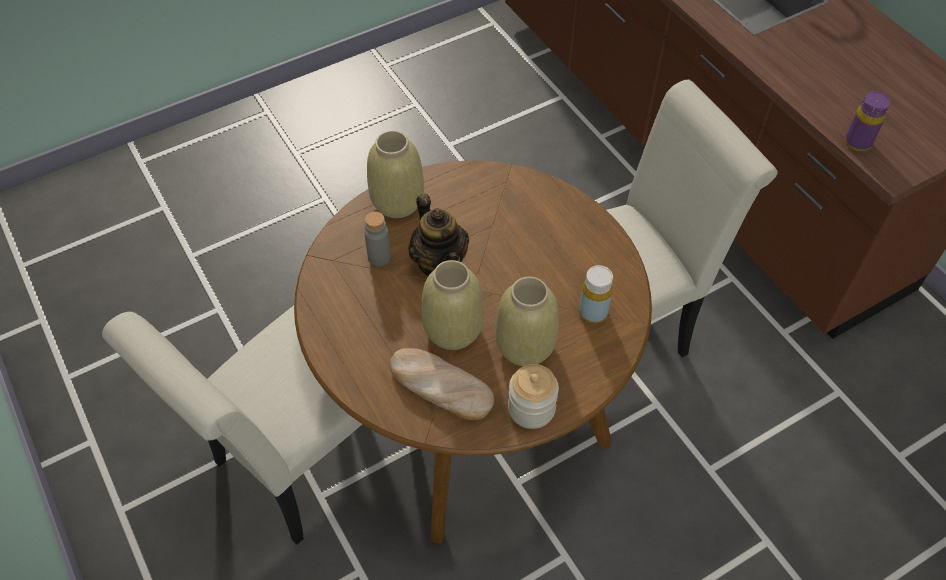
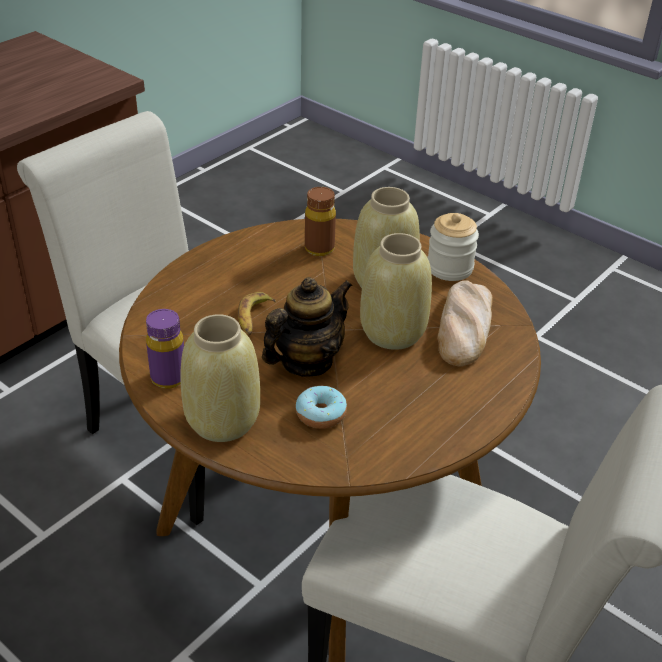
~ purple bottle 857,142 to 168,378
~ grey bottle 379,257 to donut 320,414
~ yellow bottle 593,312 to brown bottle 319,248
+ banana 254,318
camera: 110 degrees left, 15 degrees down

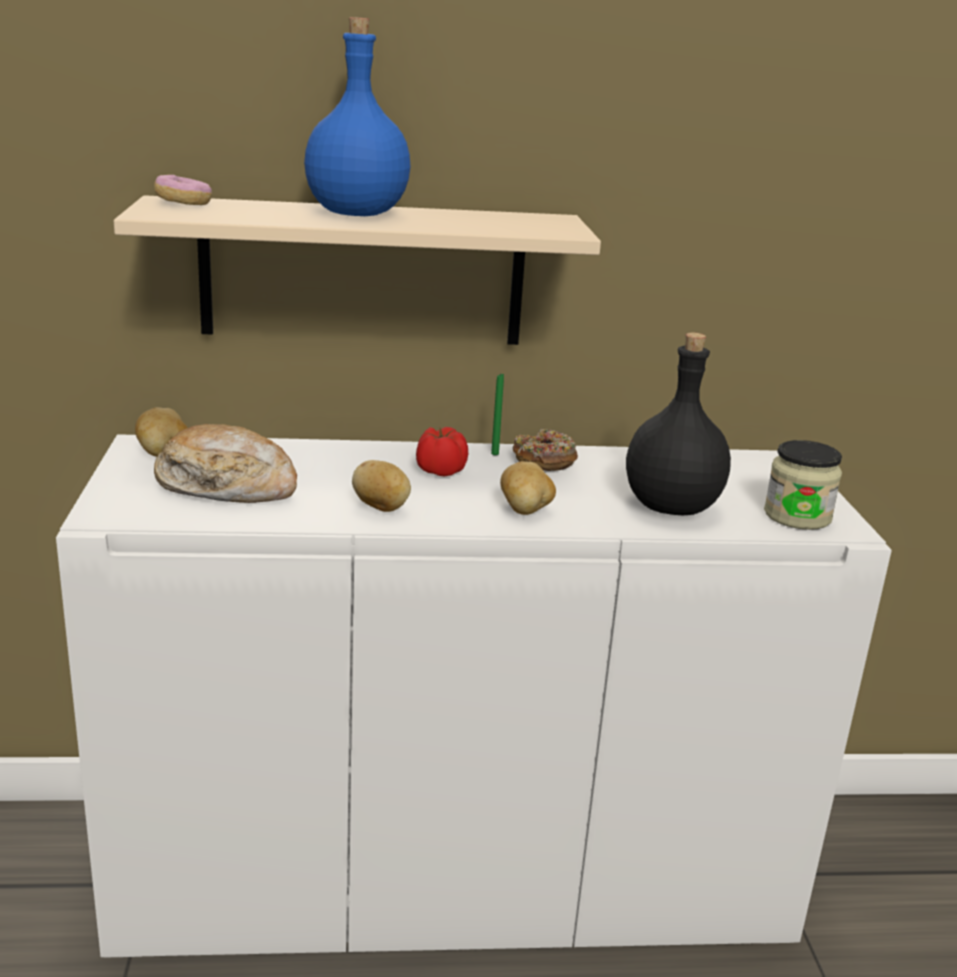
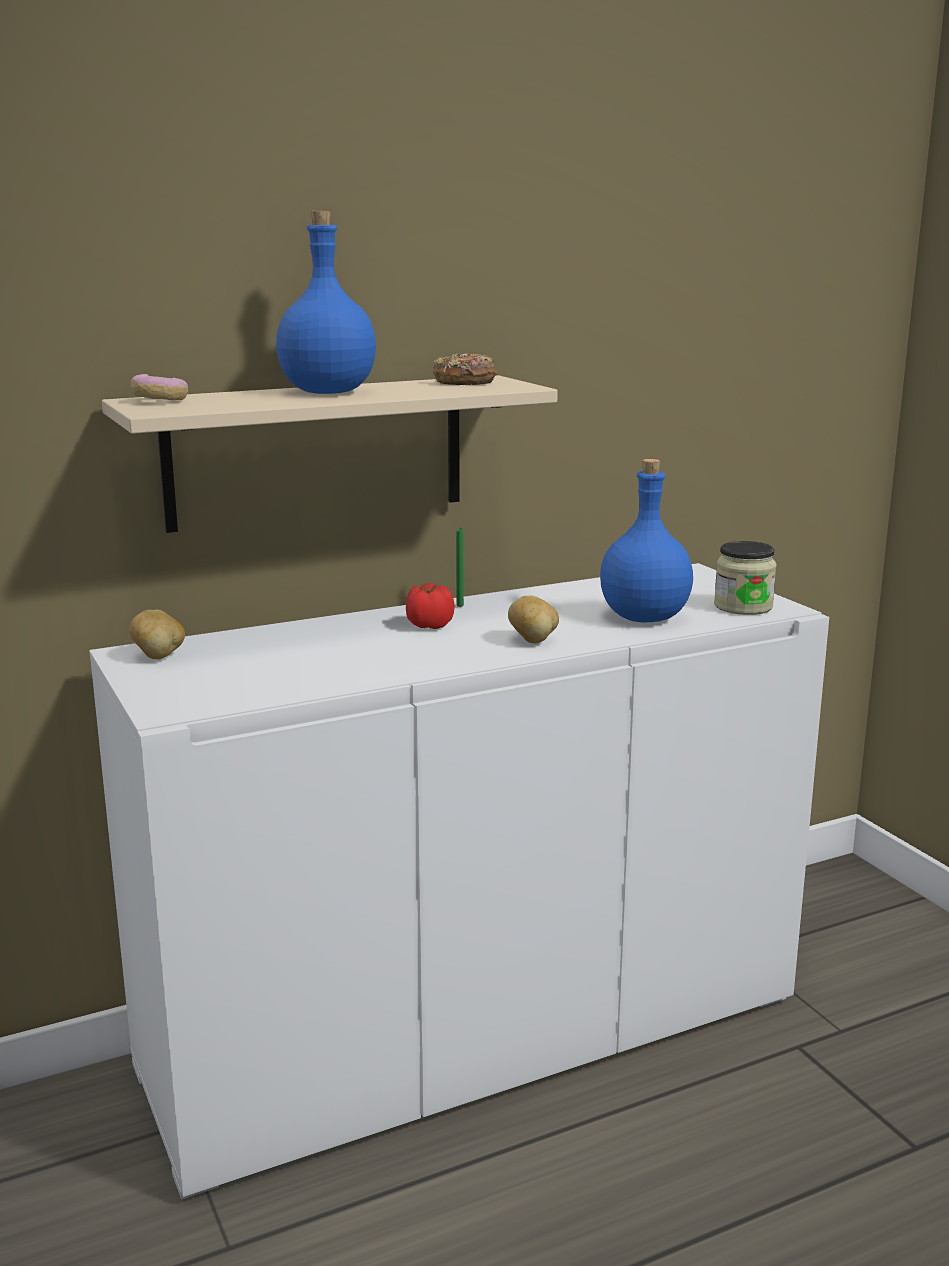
~ black bottle 672,506 to blue bottle 644,617
- bread 227,487
~ donut 544,461 to 465,382
- potato 381,508
camera: 20 degrees left, 5 degrees down

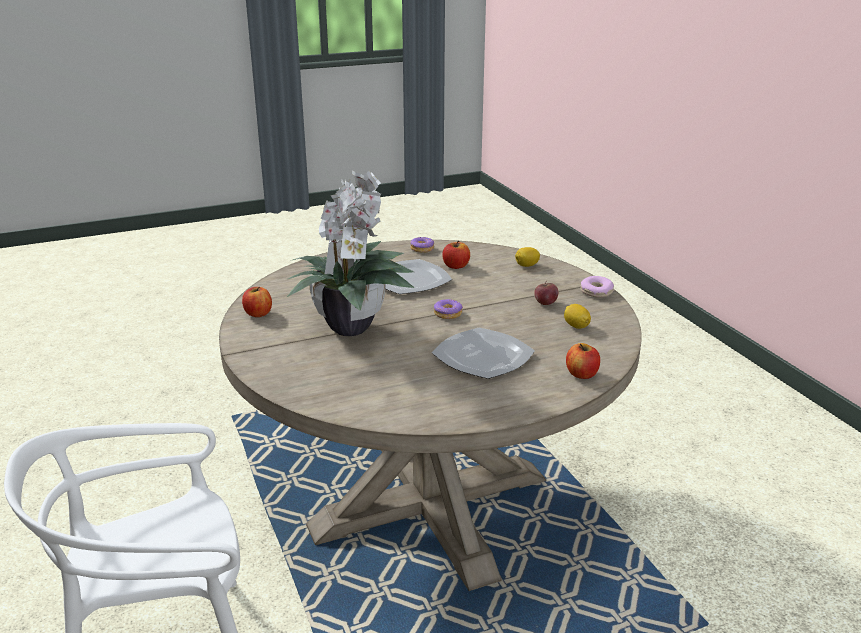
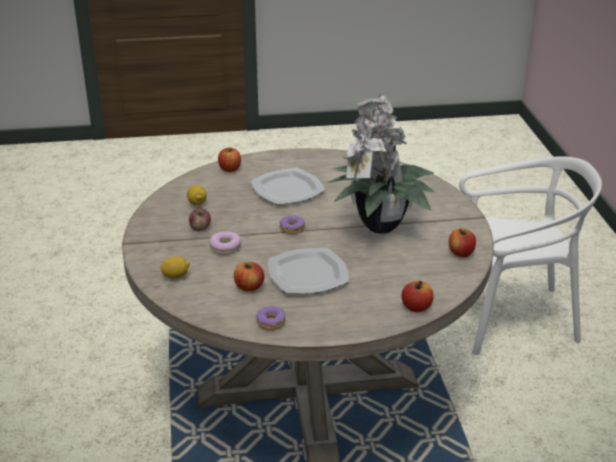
~ donut 596,292 to 225,247
+ apple 416,307
camera: 165 degrees left, 5 degrees up

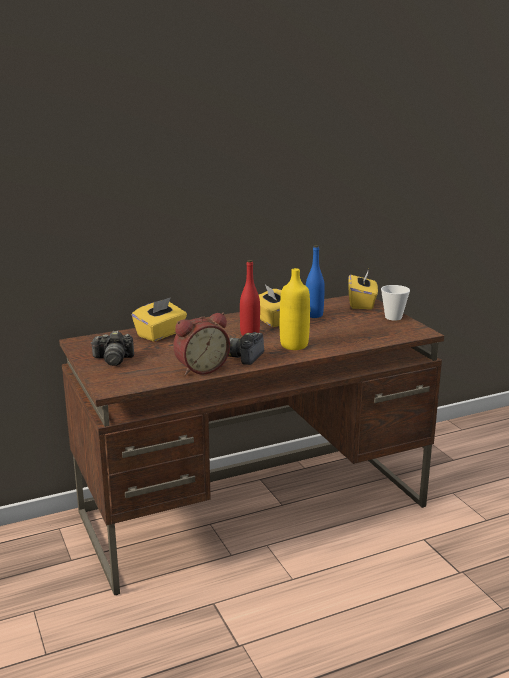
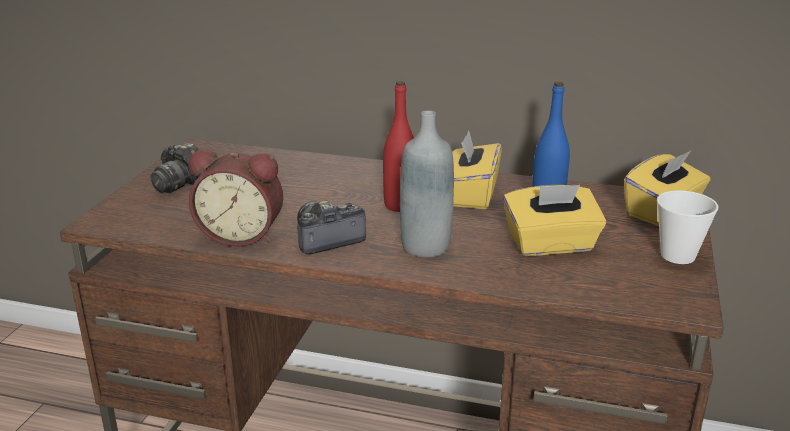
~ yellow bottle 294,345 to grey bottle 425,246
~ yellow tissue box 160,334 to 551,245
camera: 40 degrees right, 5 degrees up

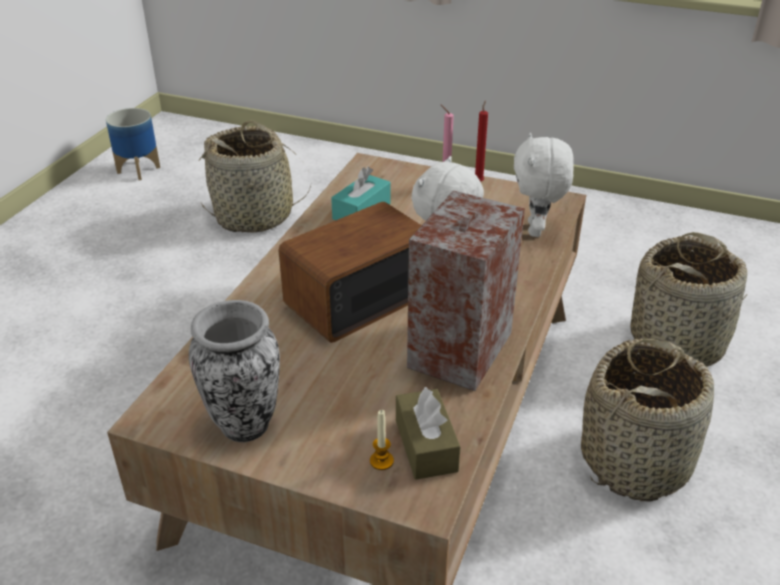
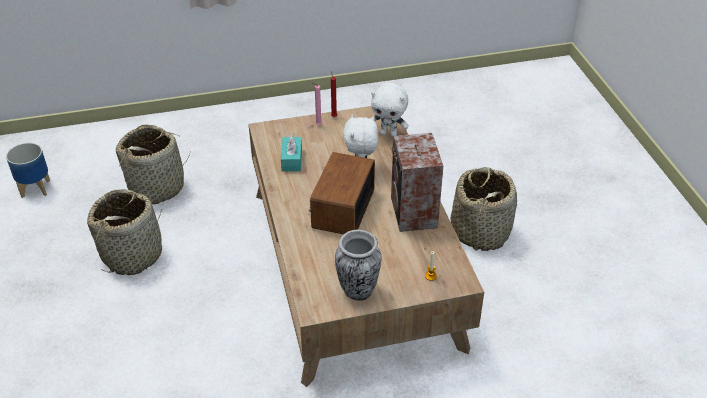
~ white plush toy 536,230 = 388,134 45 degrees counterclockwise
~ basket 677,342 to 133,254
- brown tissue box 426,445
camera: 35 degrees left, 5 degrees up

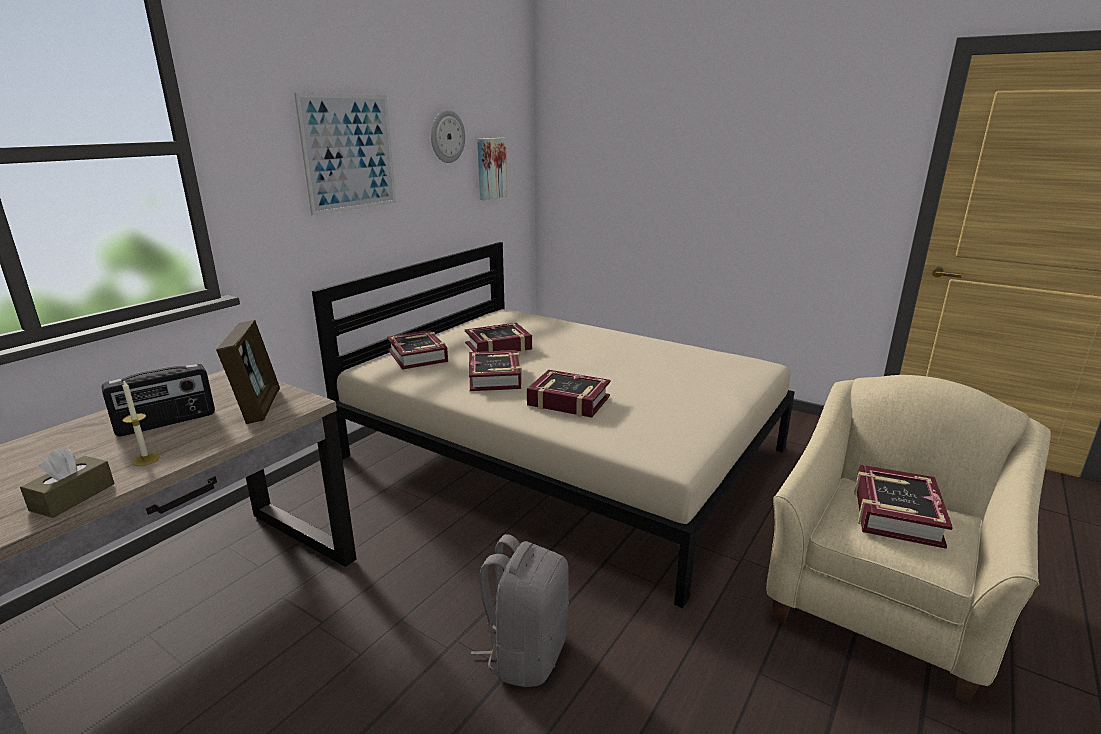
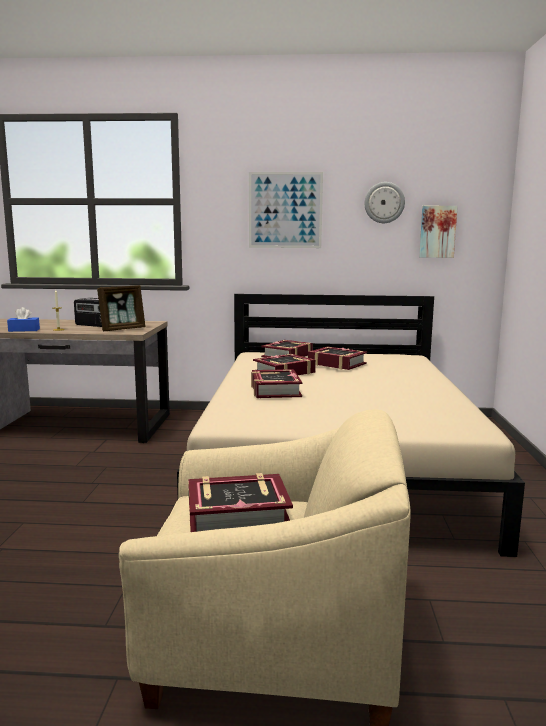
~ brown tissue box 73,497 to blue tissue box 24,330
- grey backpack 526,653
camera: 60 degrees right, 10 degrees down

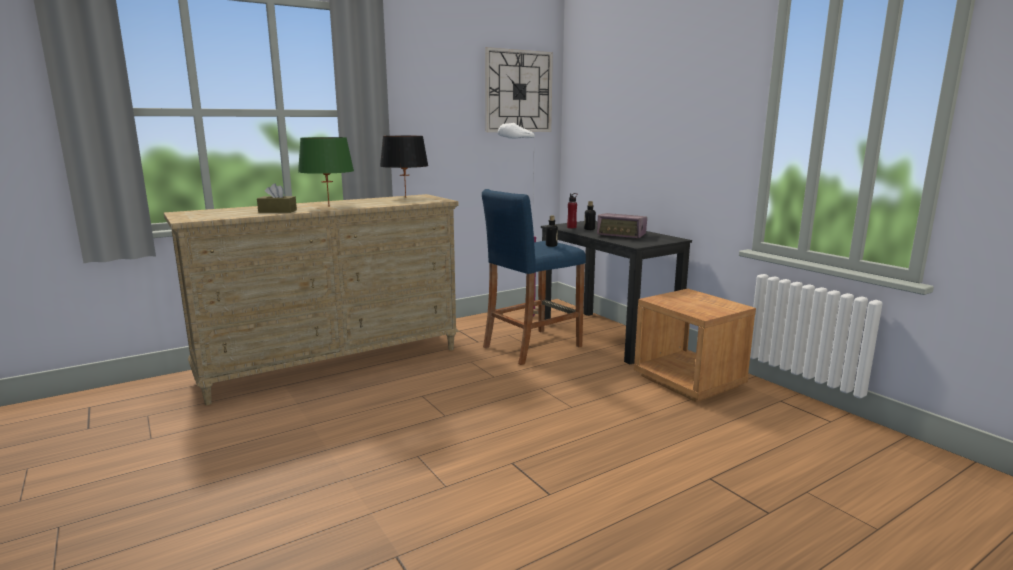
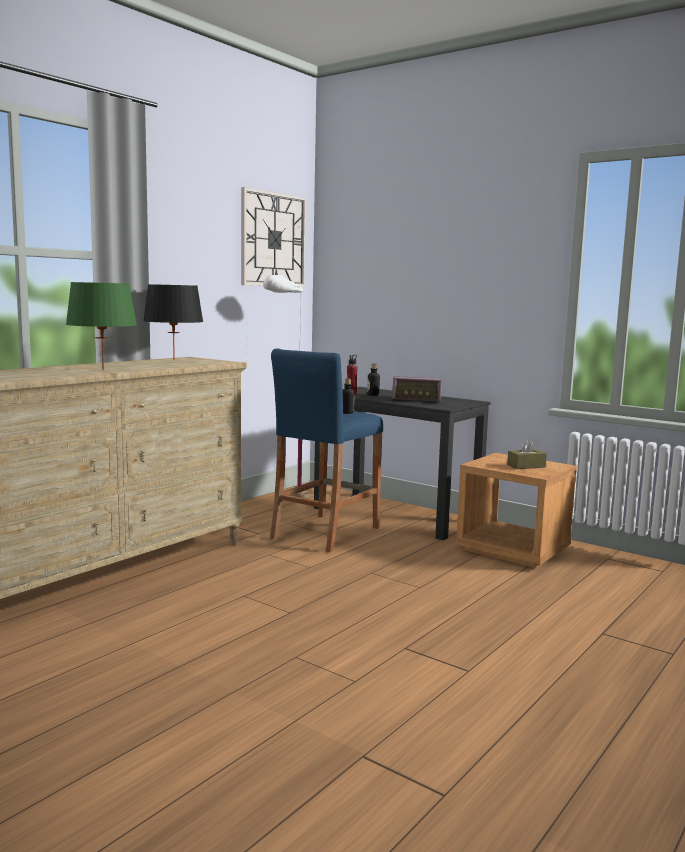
~ brown tissue box 277,211 to 526,466
camera: 20 degrees left, 5 degrees down

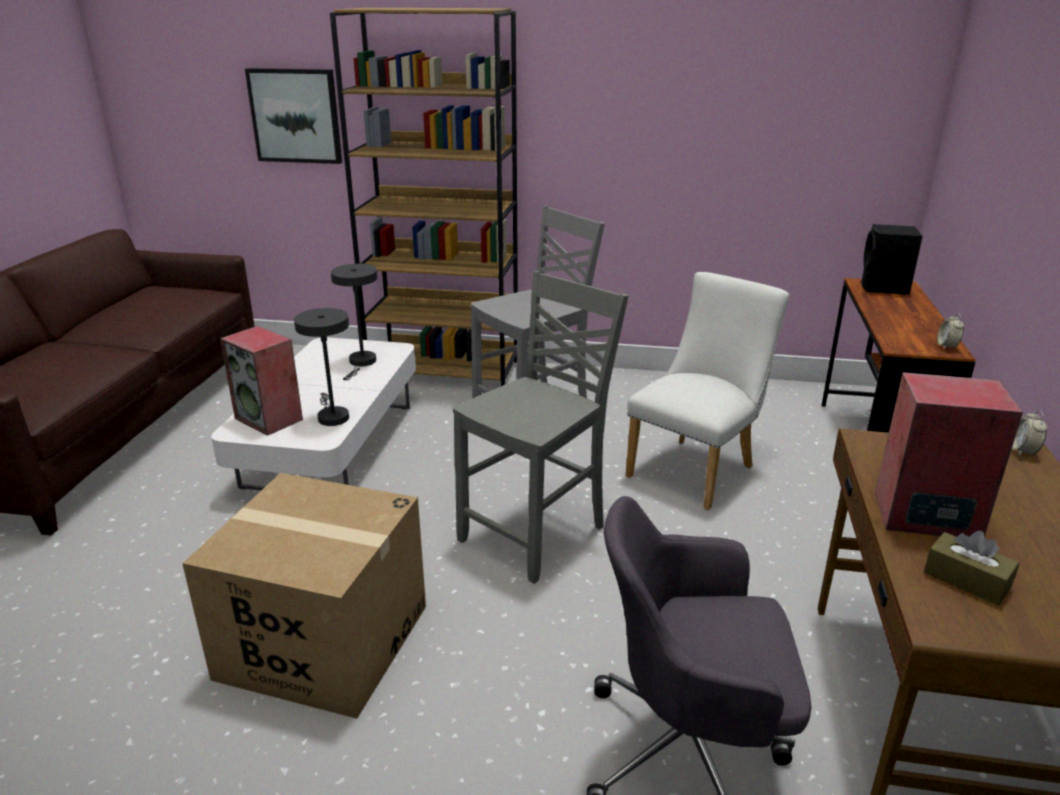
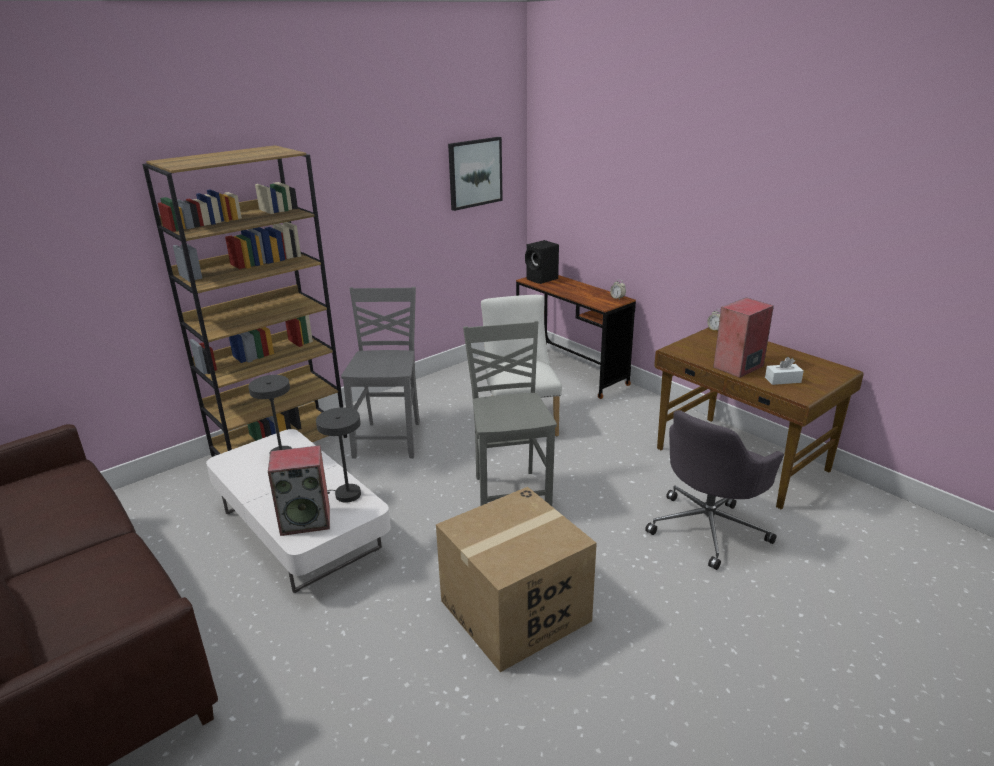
~ picture 295,116 to 474,173
~ brown tissue box 966,580 to white tissue box 782,380
camera: 50 degrees left, 0 degrees up

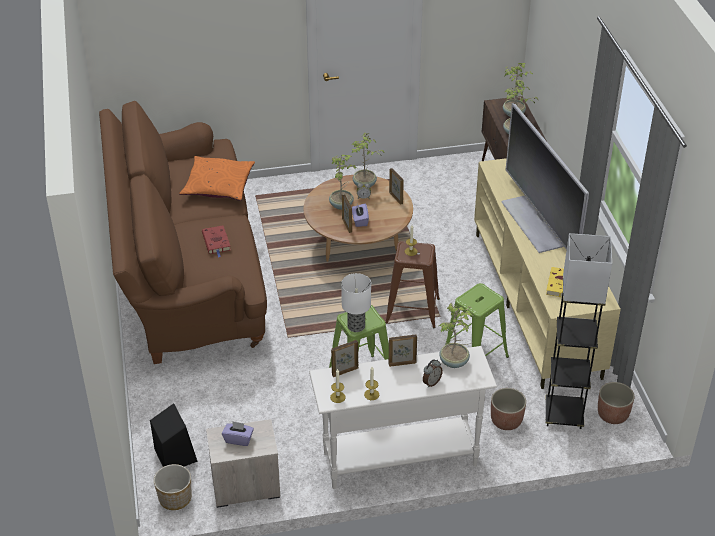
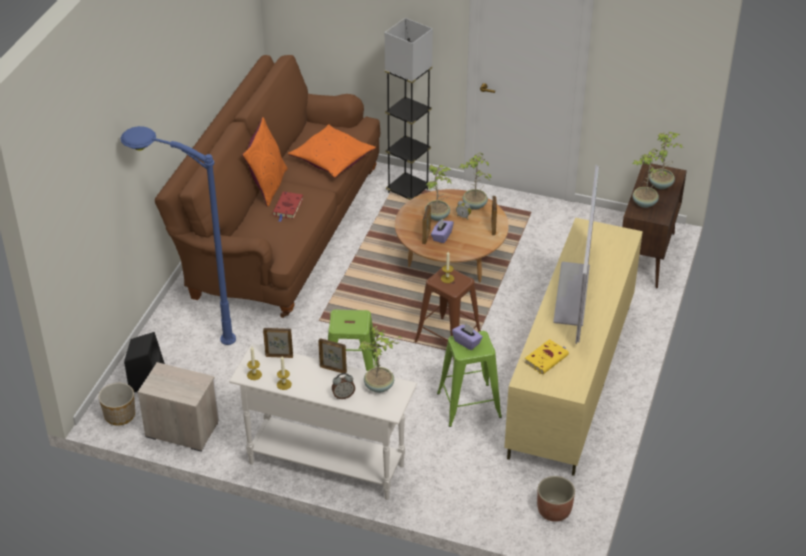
~ grey floor lamp 564,415 to 408,191
- table lamp 356,326
- planter 506,421
~ purple tissue box 238,439 to 467,342
+ orange pillow 267,186
+ blue floor lamp 183,329
camera: 30 degrees right, 0 degrees up

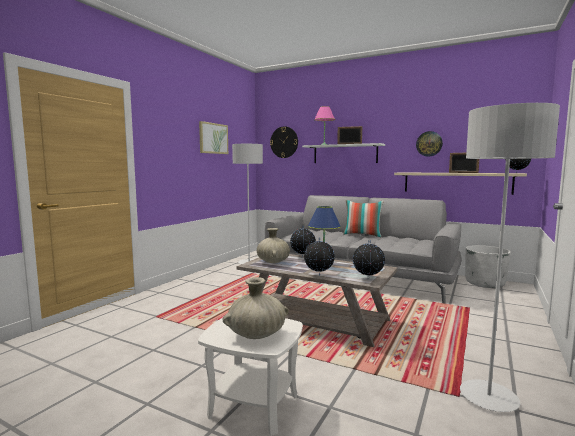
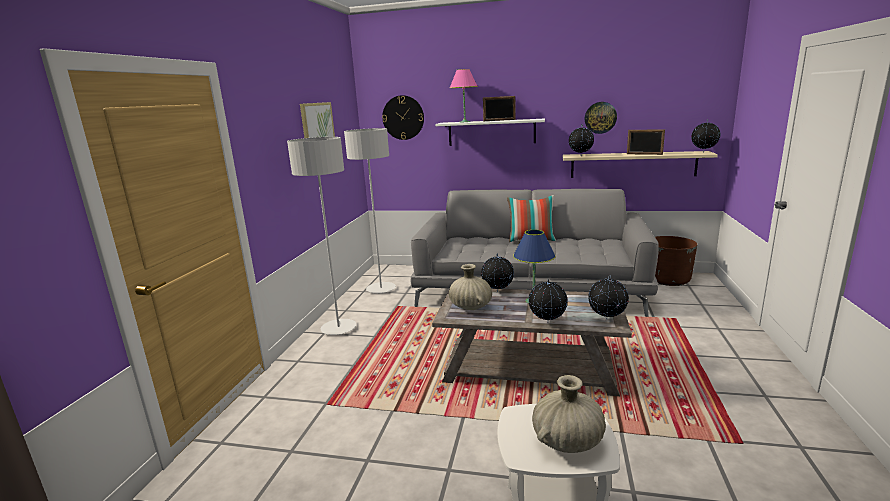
~ grey floor lamp 488,398 to 338,328
~ white planter 485,283 to brown planter 668,280
+ globe 580,156
camera: 15 degrees left, 10 degrees up

